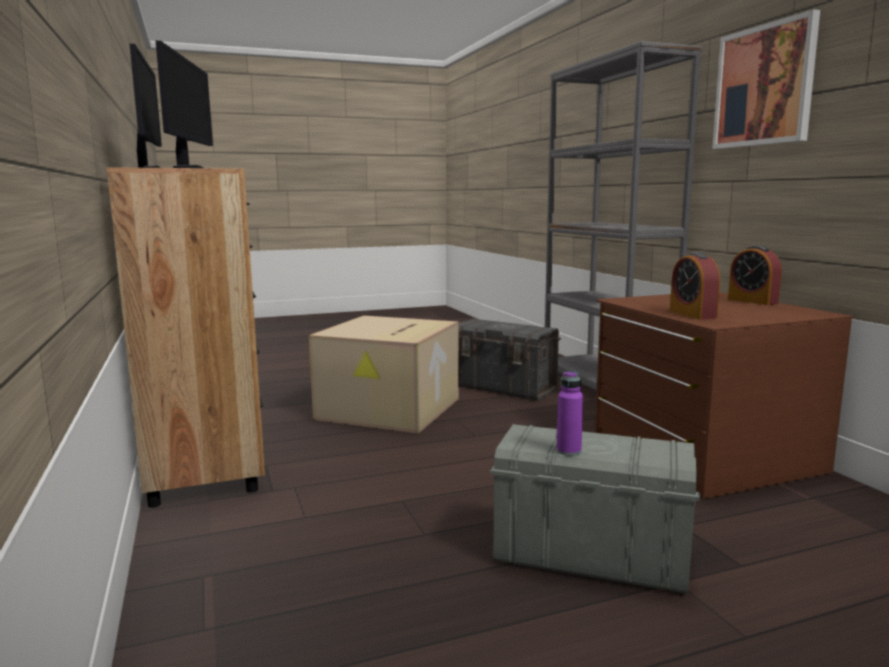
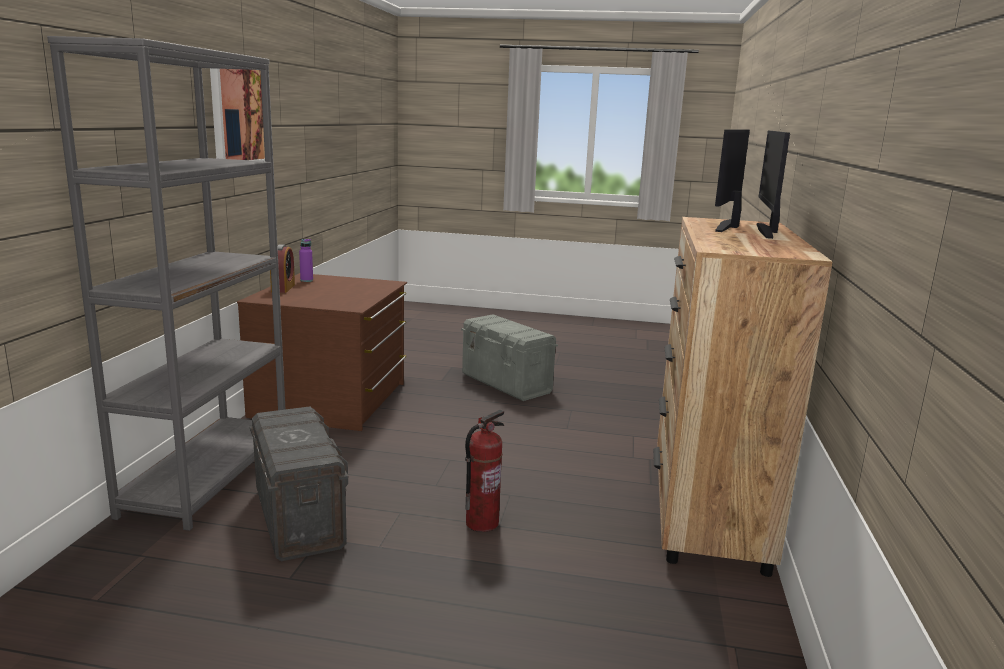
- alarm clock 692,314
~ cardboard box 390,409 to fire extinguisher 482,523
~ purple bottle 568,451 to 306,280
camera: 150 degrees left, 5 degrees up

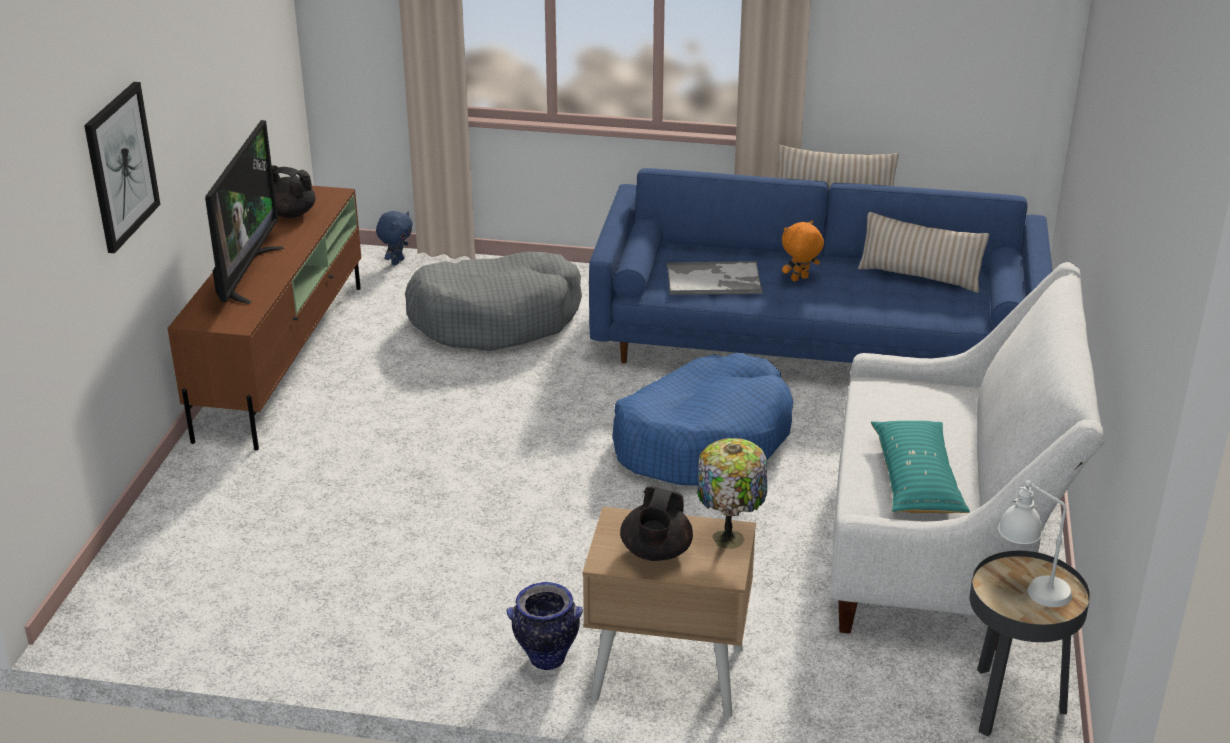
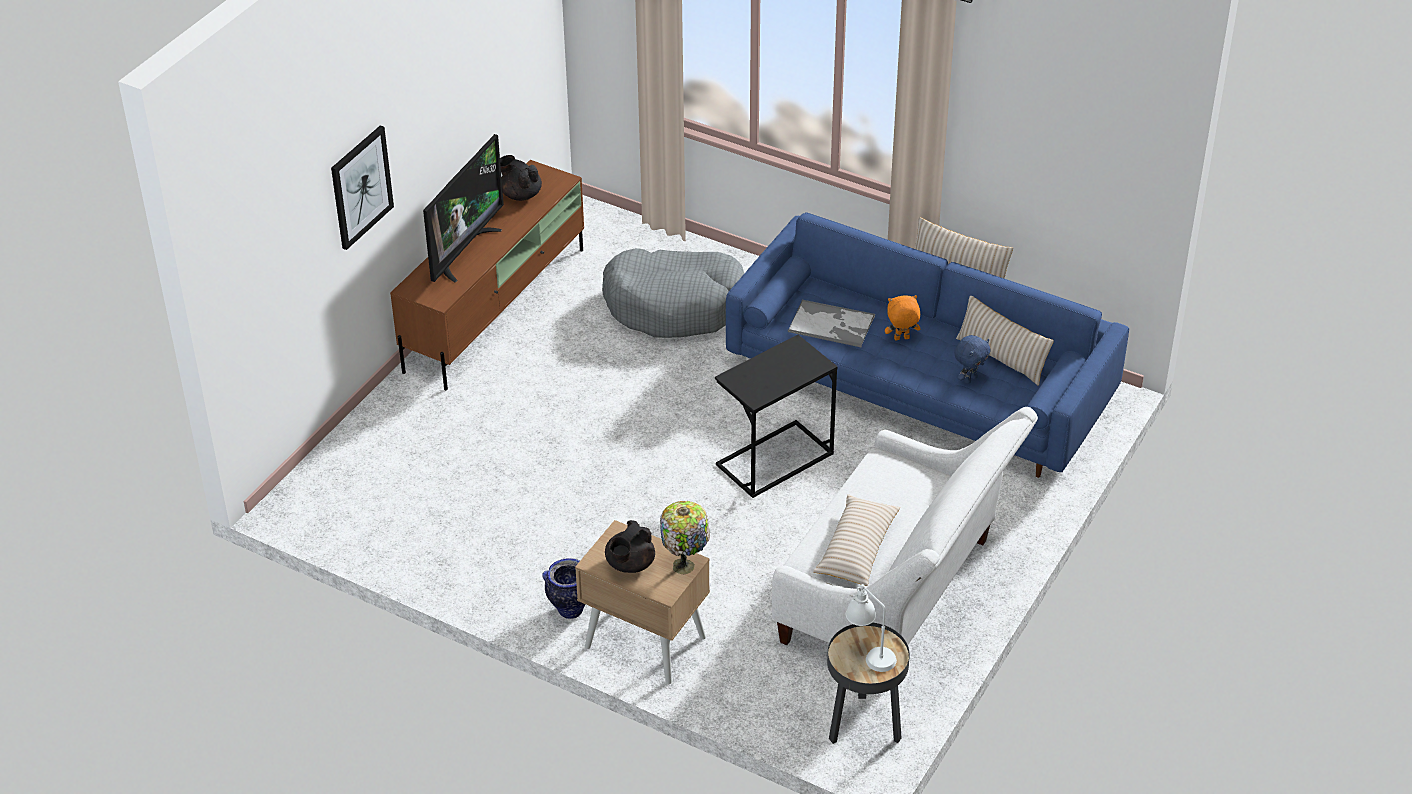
~ blue plush toy 397,261 to 969,379
~ blue dog bed 703,440 to black side table 774,459
~ turquoise pillow 916,480 to beige pillow 856,549
camera: 20 degrees right, 10 degrees up

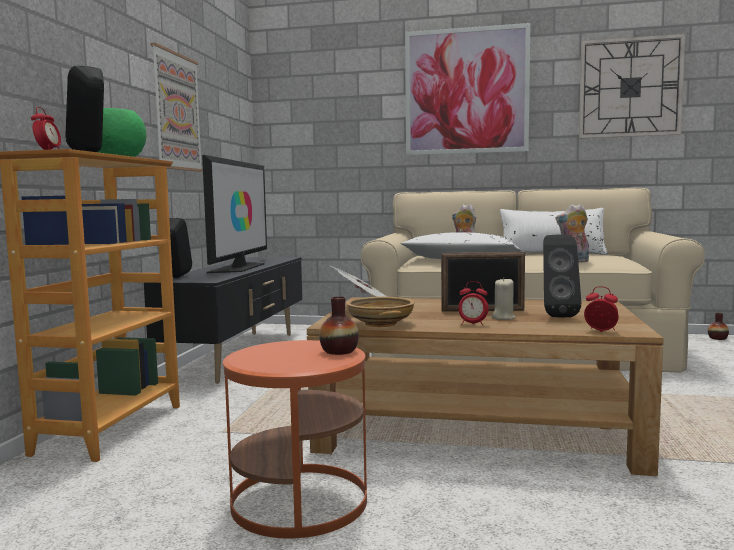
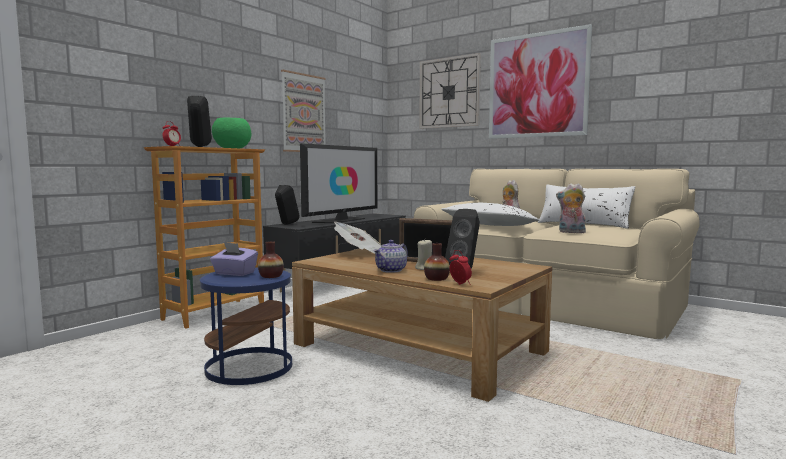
~ wall clock 630,88 to 449,92
~ alarm clock 472,324 to teapot 391,270
- beige bowl 380,323
~ vase 717,338 to 436,278
~ orange side table 300,501 to blue side table 250,367
+ purple tissue box 234,273
camera: 25 degrees right, 0 degrees up

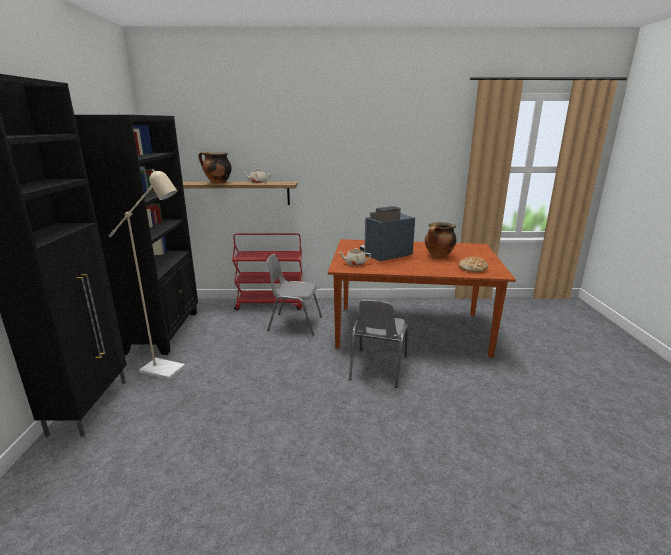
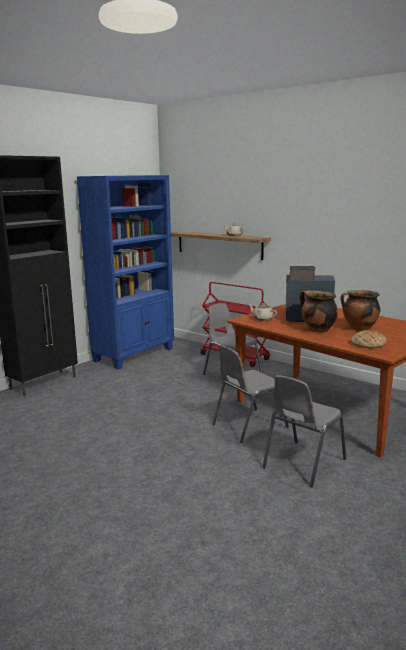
~ black bookcase 163,331 to blue bookcase 134,355
~ cooking pot 217,183 to 317,330
- beige floor lamp 169,370
+ grey chair 302,463
camera: 40 degrees right, 5 degrees down

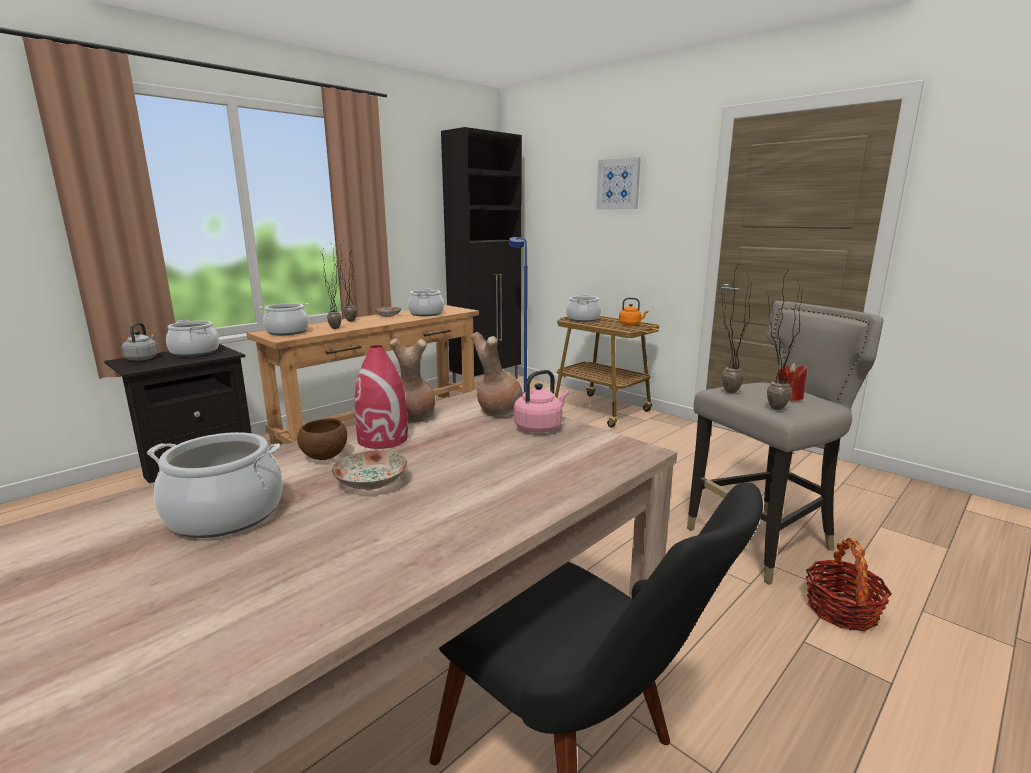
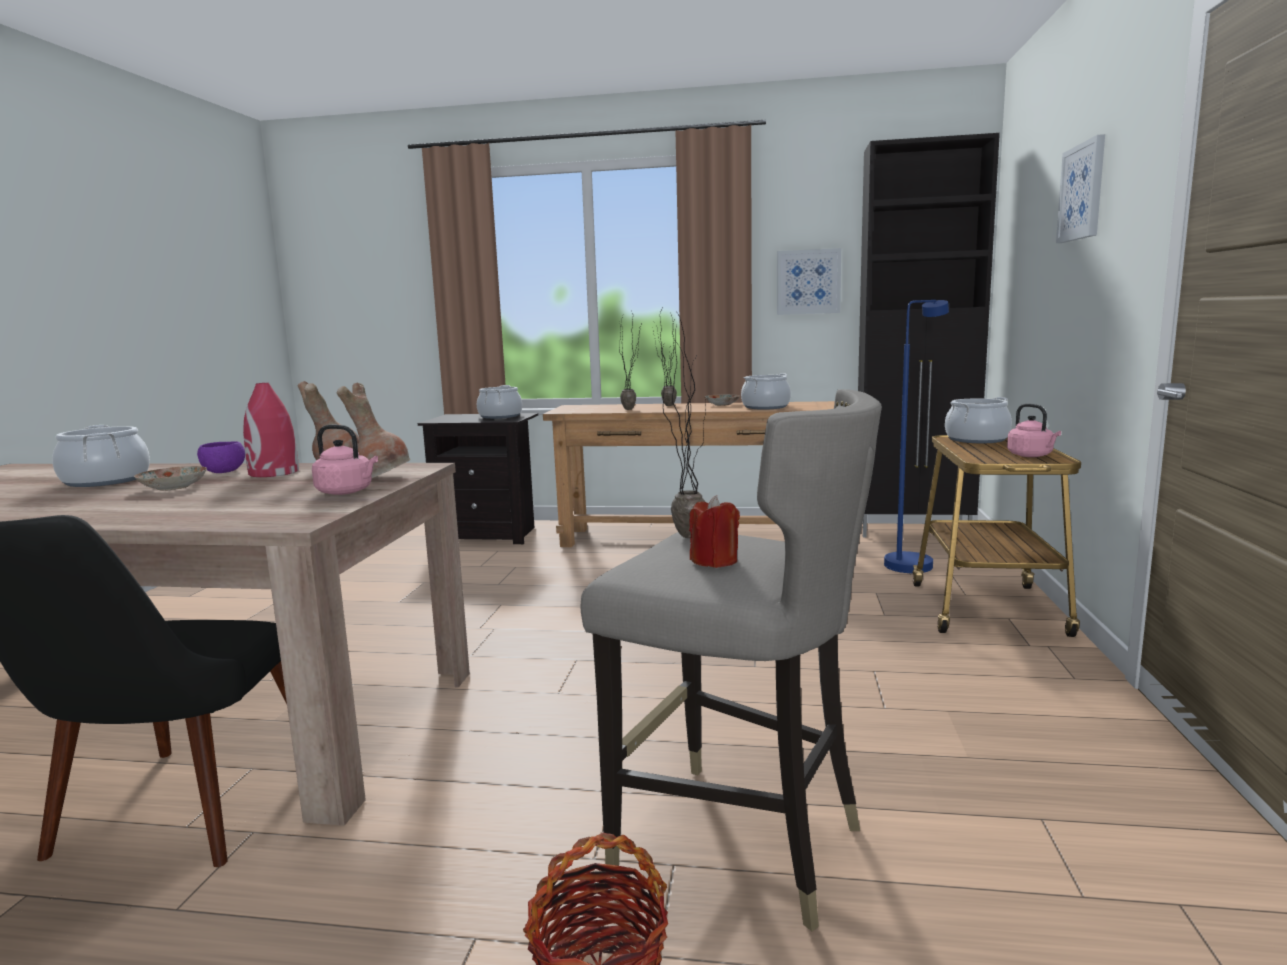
- potted plant 769,407
~ orange kettle 631,324 to pink kettle 1031,456
- cooking pot 287,332
- grey kettle 143,358
~ brown bowl 324,456 to purple bowl 224,472
+ picture 808,282
camera: 55 degrees right, 5 degrees down

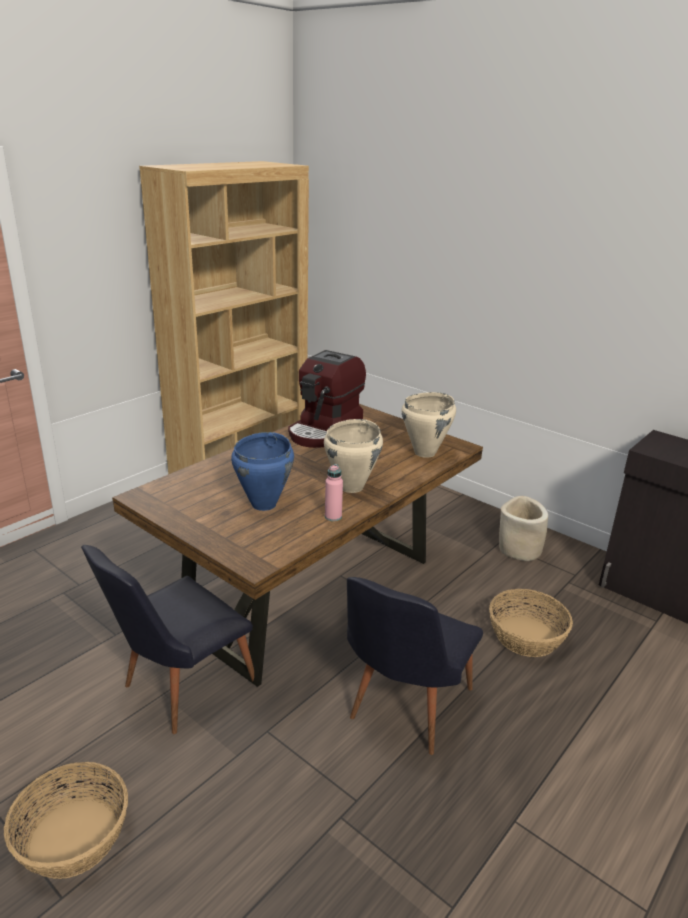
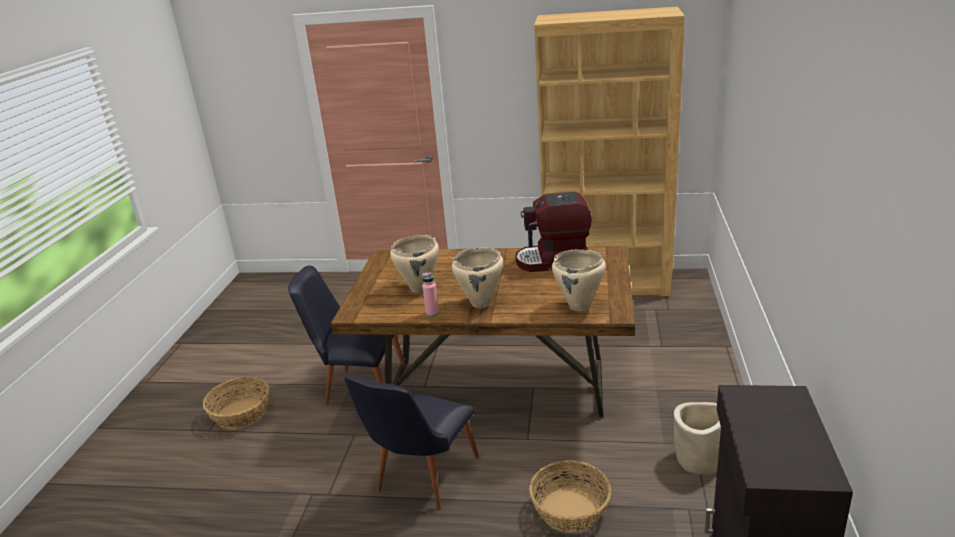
~ blue cooking pot 264,504 to beige cooking pot 420,288
~ black chair 403,710 = 420,480 60 degrees counterclockwise
camera: 60 degrees right, 0 degrees up

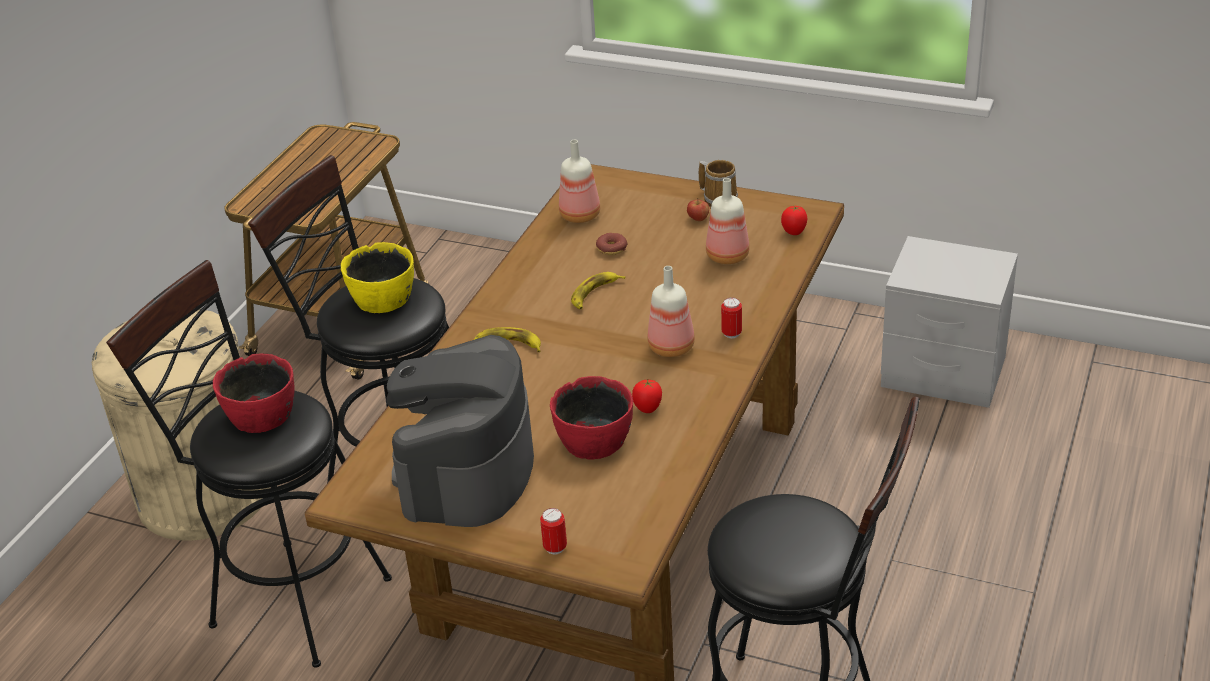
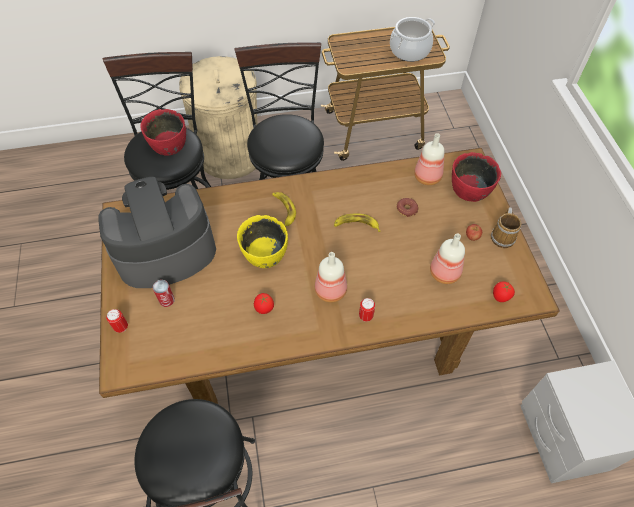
~ yellow bowl 383,299 to 264,253
~ red bowl 595,440 to 470,189
+ cooking pot 409,50
+ can 166,300
camera: 55 degrees right, 20 degrees up

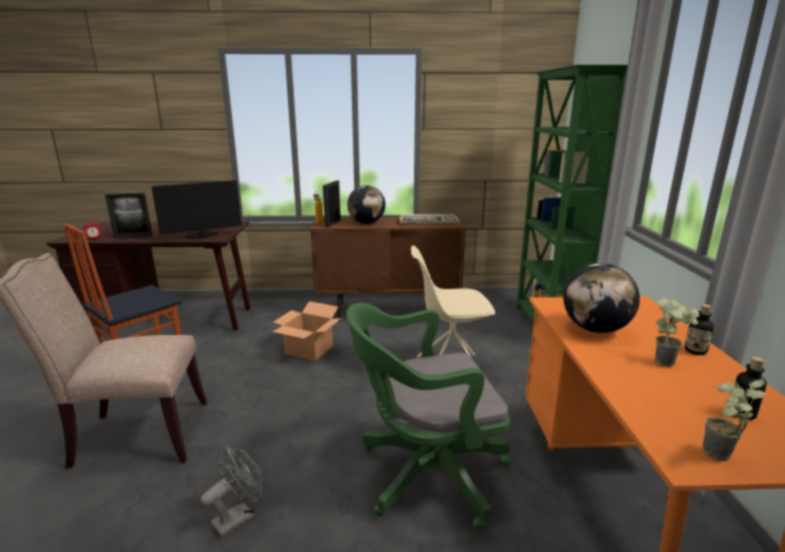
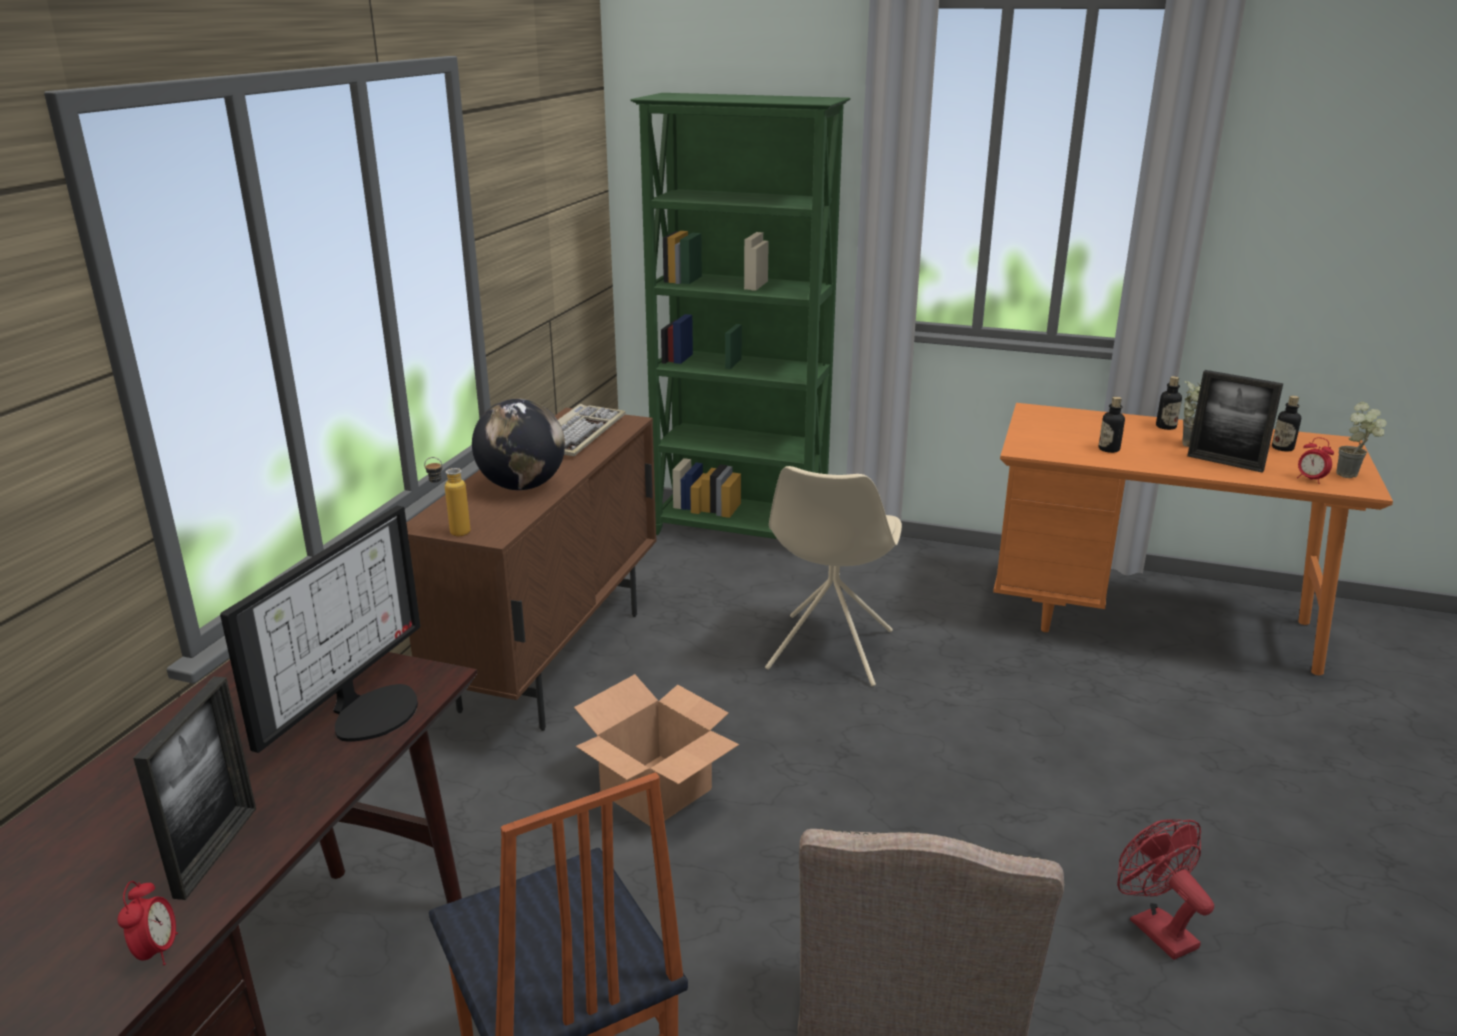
~ monitor 201,236 = 368,710 150 degrees counterclockwise
~ picture frame 333,223 to 1225,463
~ globe 595,329 to bottle 1109,449
- green office chair 425,473
~ grey fan 239,516 to red fan 1154,928
+ alarm clock 1310,479
camera: 70 degrees left, 5 degrees up

